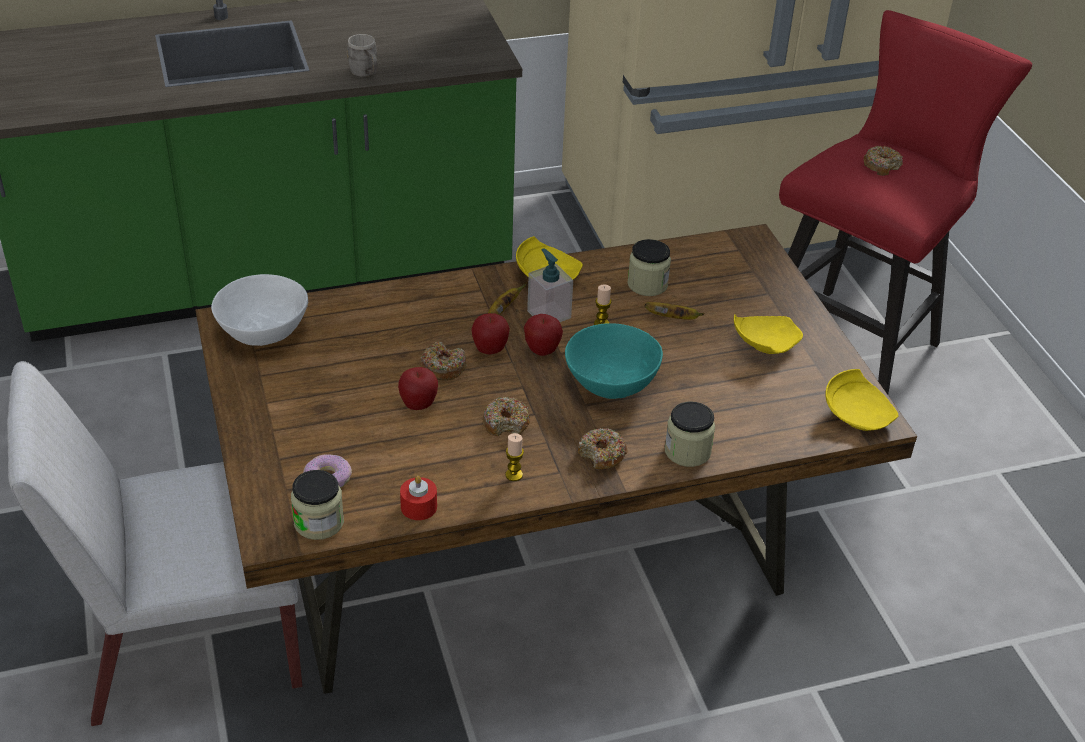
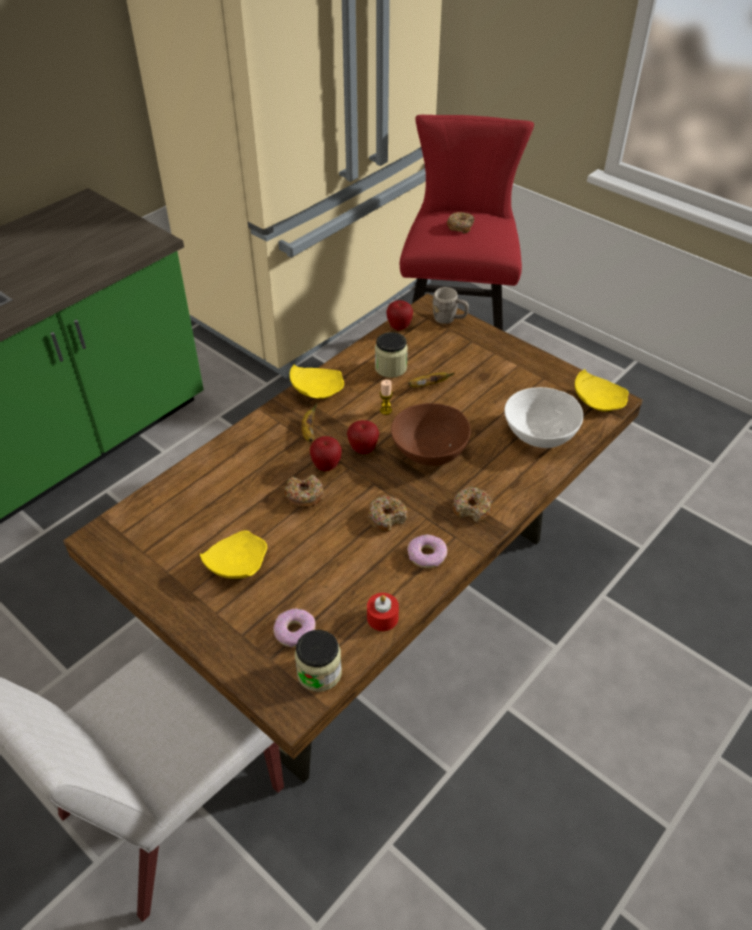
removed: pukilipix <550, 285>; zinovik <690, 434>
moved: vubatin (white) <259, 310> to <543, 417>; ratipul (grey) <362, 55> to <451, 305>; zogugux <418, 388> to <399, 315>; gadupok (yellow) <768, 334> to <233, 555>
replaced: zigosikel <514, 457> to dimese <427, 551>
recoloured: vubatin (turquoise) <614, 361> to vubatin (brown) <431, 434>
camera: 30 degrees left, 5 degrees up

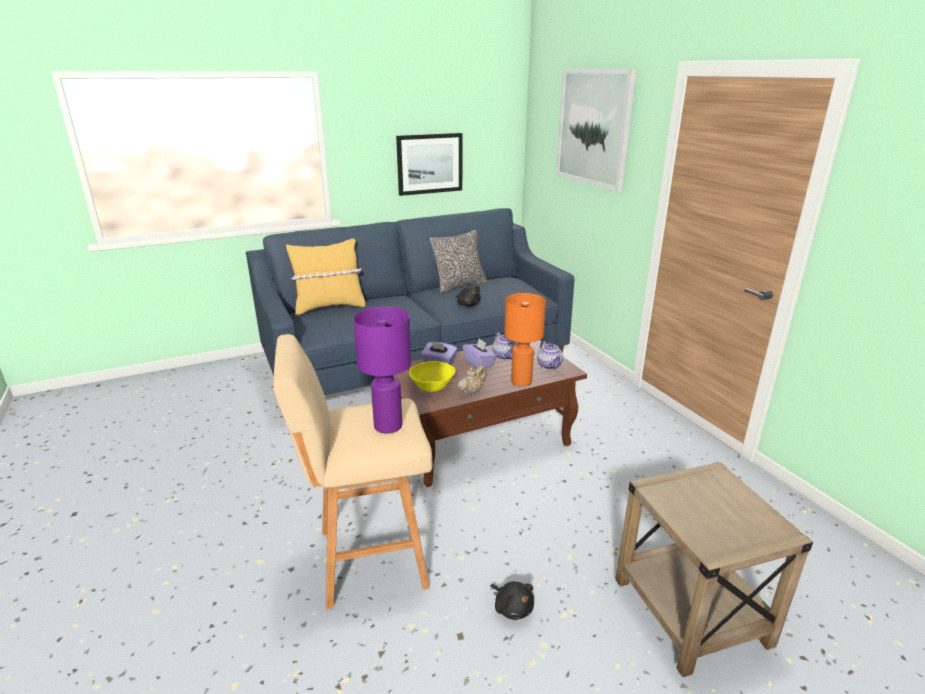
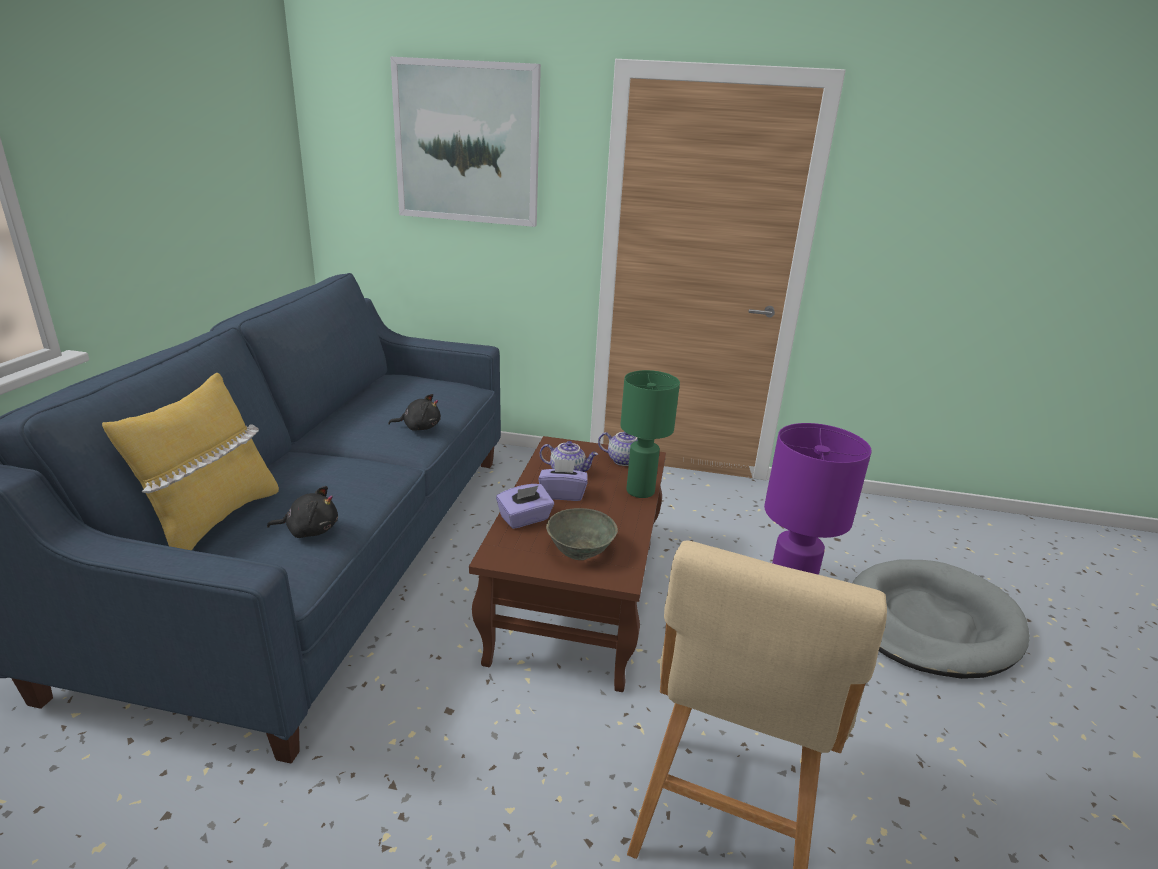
removed: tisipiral <429, 164>; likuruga <458, 262>; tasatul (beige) <472, 380>
moved: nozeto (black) <512, 600> to <302, 512>
replaced: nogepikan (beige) <714, 569> to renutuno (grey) <941, 619>
recoloured: vubatin (yellow) <432, 376> to vubatin (grey) <582, 534>; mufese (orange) <525, 340> to mufese (green) <650, 434>
camera: 55 degrees left, 0 degrees up

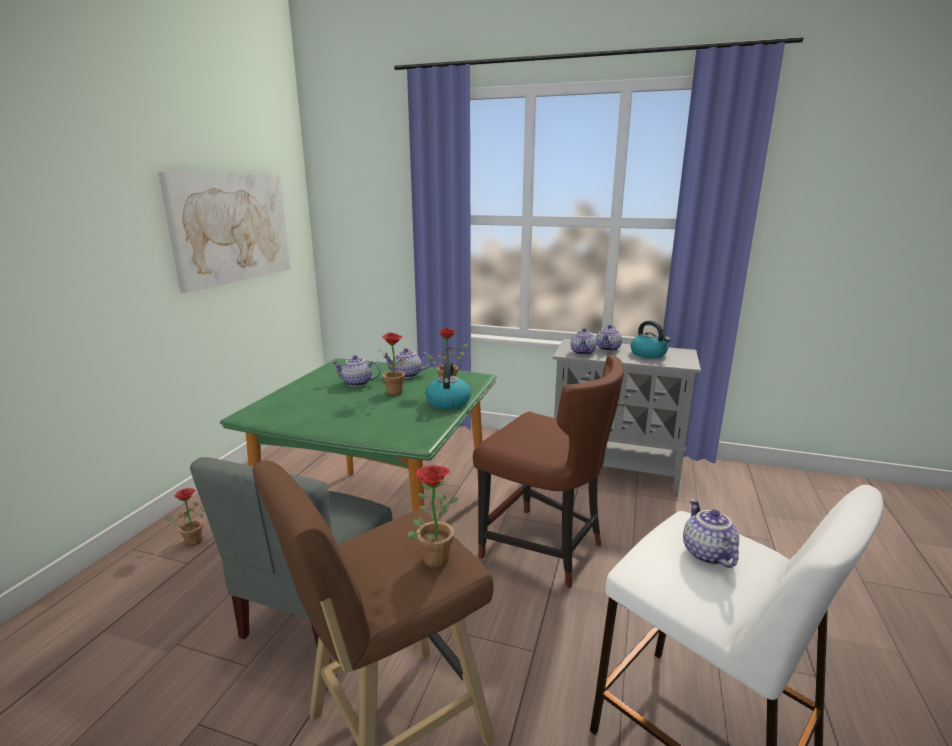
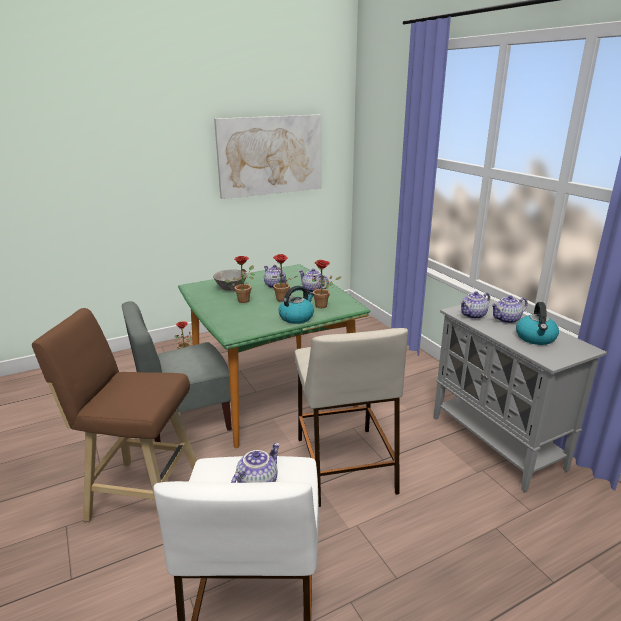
added: vubatin (grey) <230, 280>
moved: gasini <433, 516> to <239, 279>
replaced: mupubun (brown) <548, 471> to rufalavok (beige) <351, 417>
camera: 45 degrees right, 5 degrees up

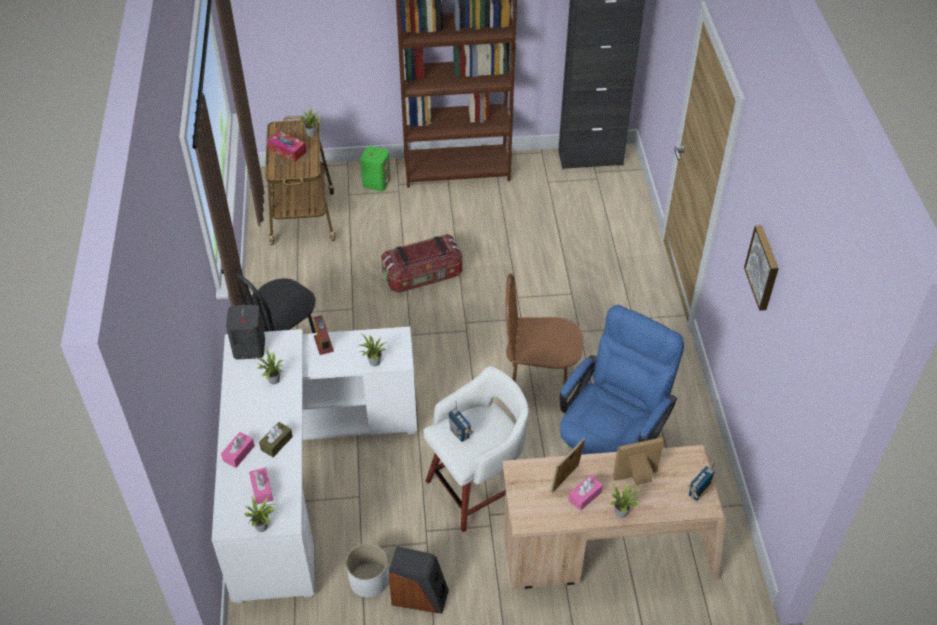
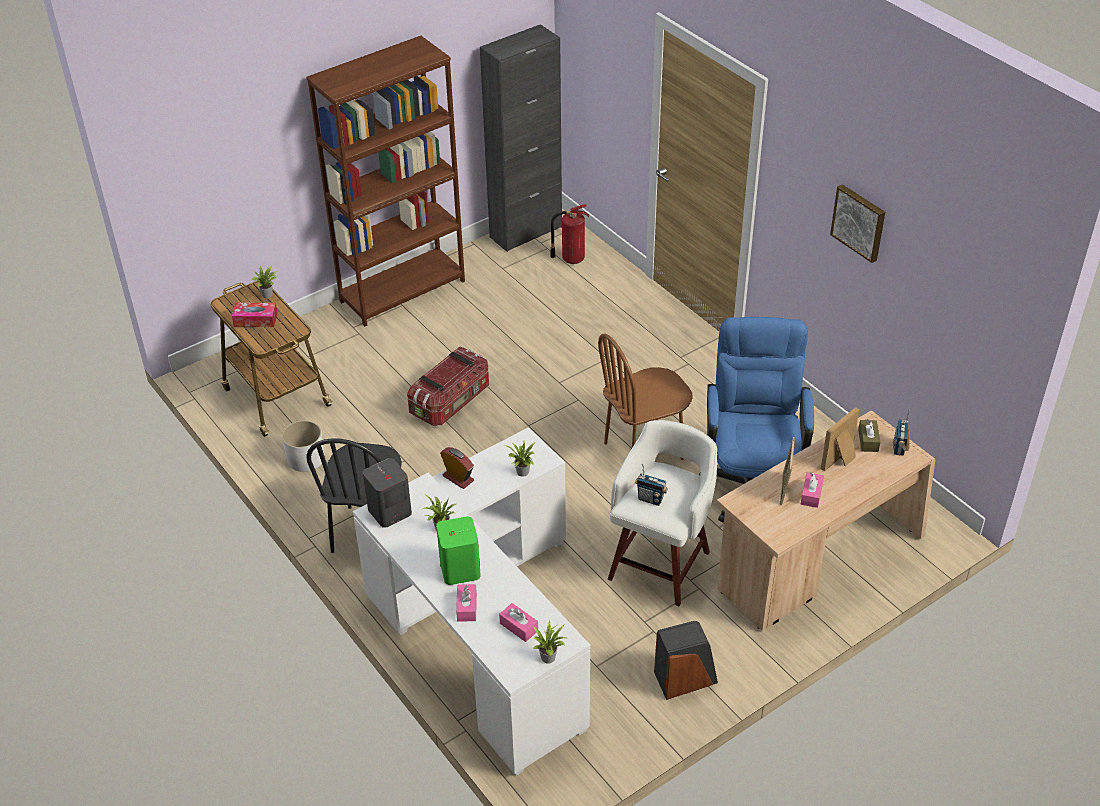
removed: gasini <625, 500>
added: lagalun <569, 234>
moved: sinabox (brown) <276, 439> to <869, 435>; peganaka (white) <367, 570> to <303, 446>; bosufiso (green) <375, 168> to <458, 550>
camera: 30 degrees left, 5 degrees down

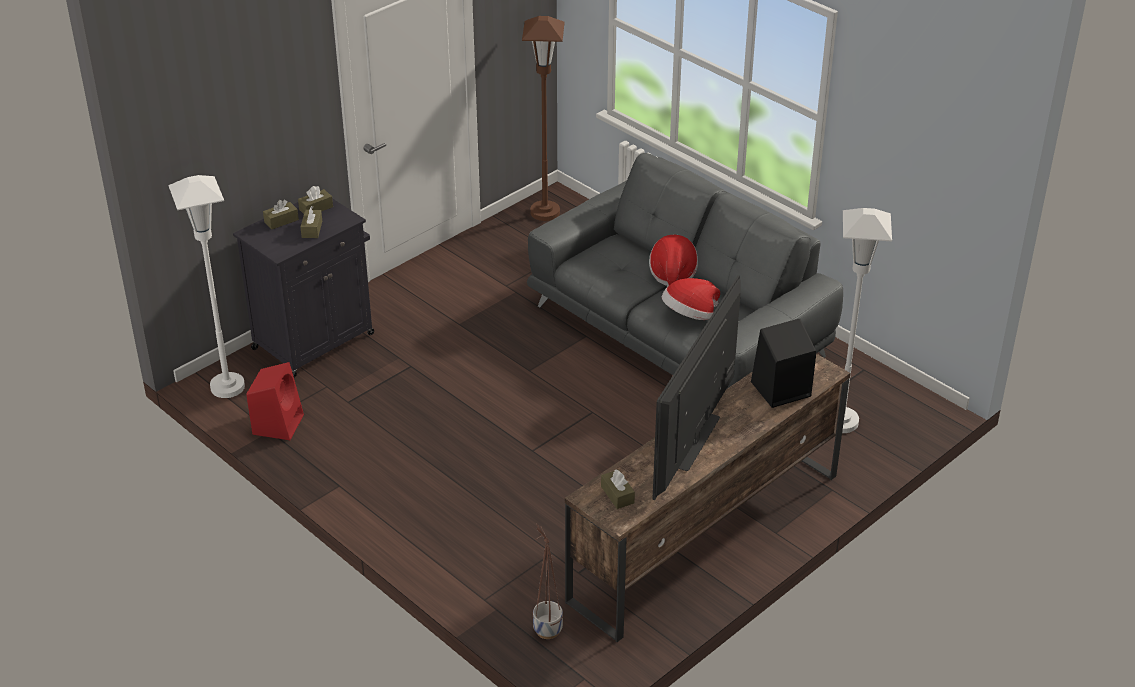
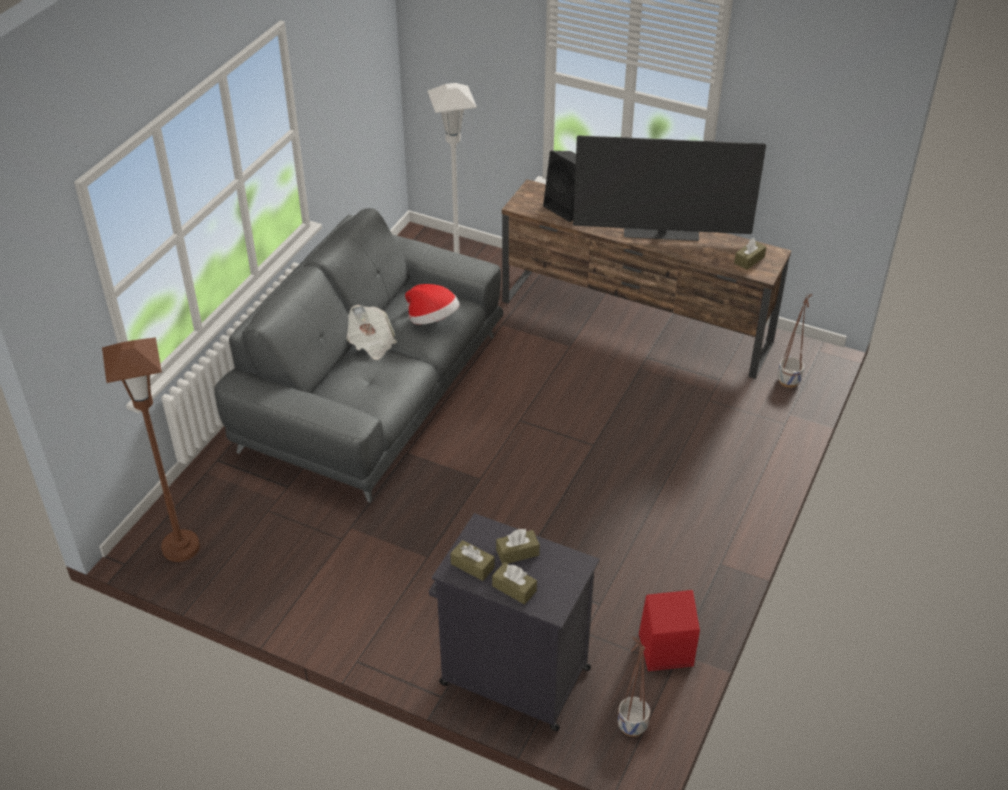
replaced: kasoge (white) <207, 286> to peganaka <634, 687>; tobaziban <673, 261> to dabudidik <372, 332>
camera: 110 degrees left, 5 degrees up

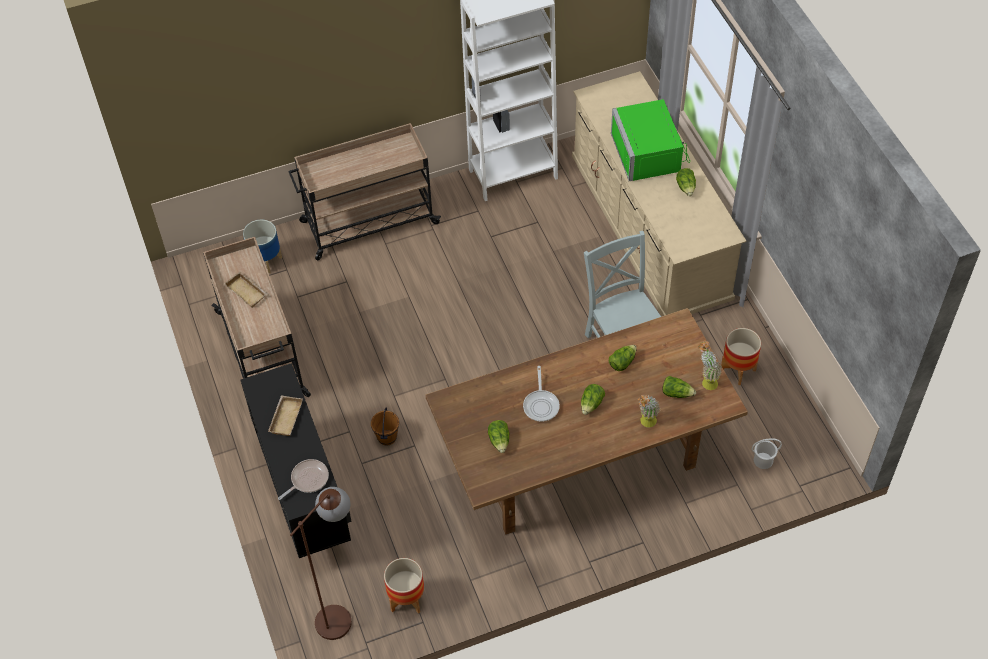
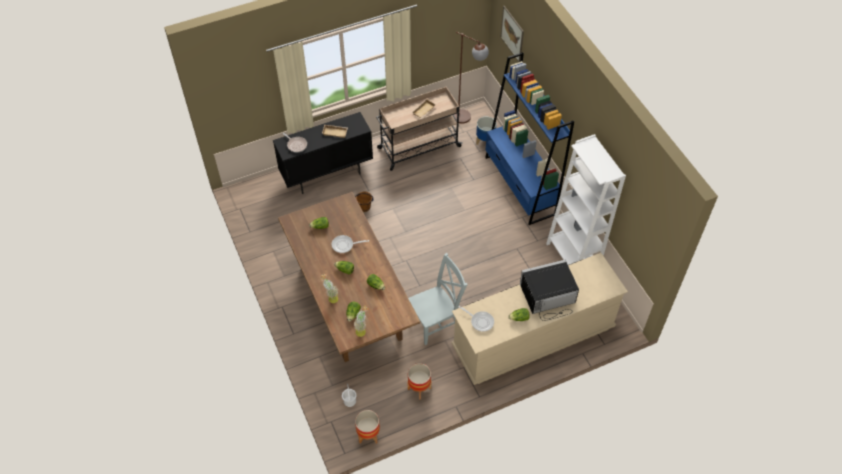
added: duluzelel <476, 319>; tisipiral <512, 34>
moved: kasoge (brown) <321, 563> to <471, 78>; peganaka <404, 586> to <367, 427>
replaced: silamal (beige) <364, 192> to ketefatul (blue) <529, 138>
recoloured: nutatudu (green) <650, 140> to nutatudu (black) <549, 290>
camera: 85 degrees right, 0 degrees up

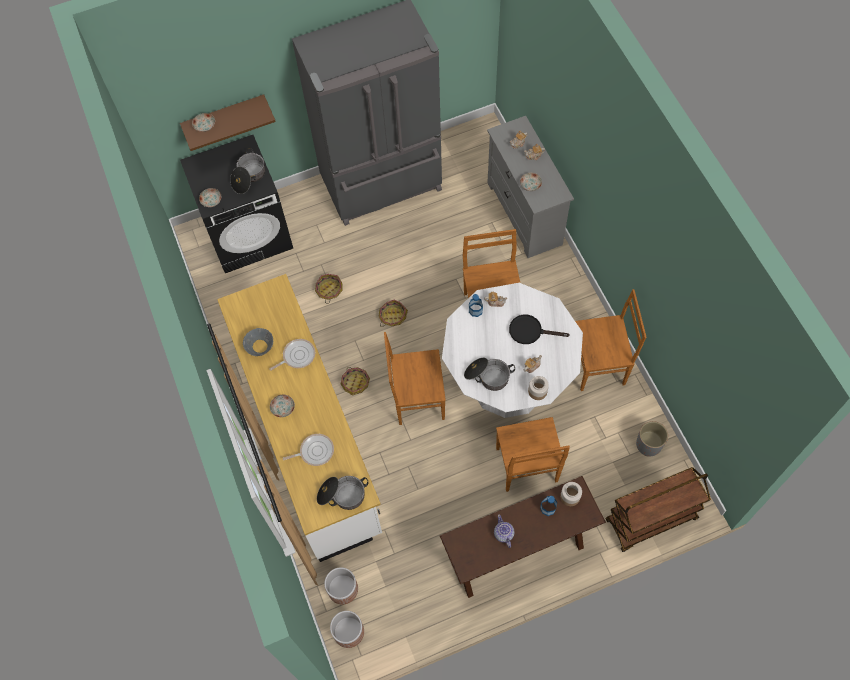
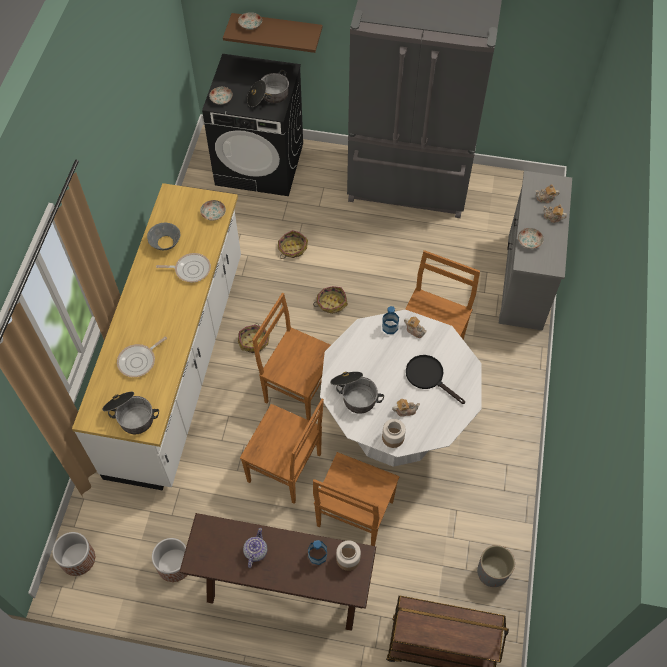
moved: gadupok <282, 406> to <213, 210>; peganaka <341, 586> to <169, 560>; mupubun (brown) <610, 340> to <282, 451>
turned: duluzelel <308, 450> = <142, 357> 120 degrees clockwise
camera: 30 degrees right, 5 degrees down

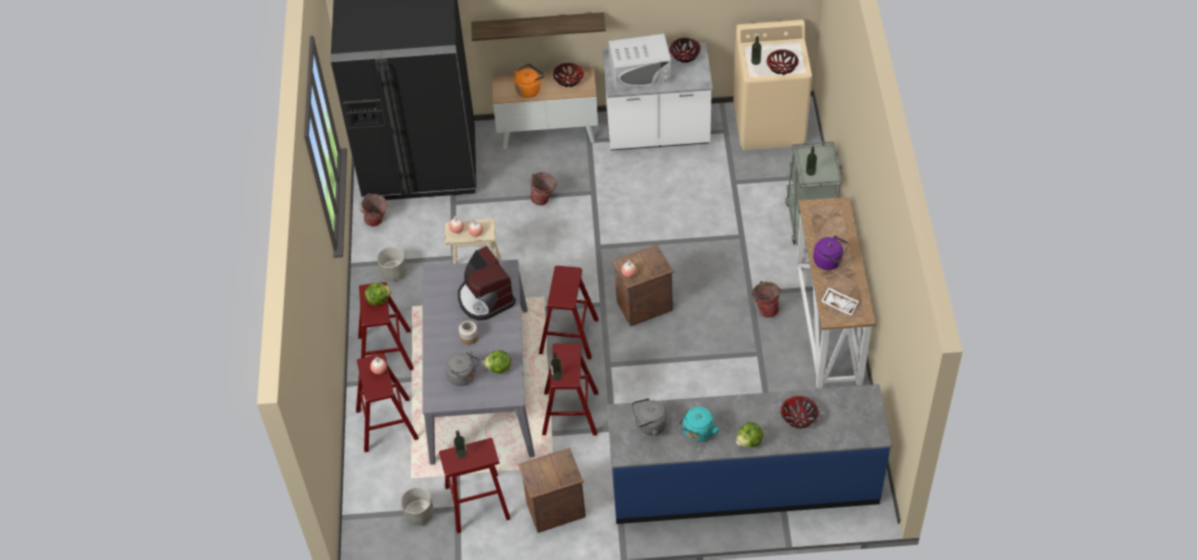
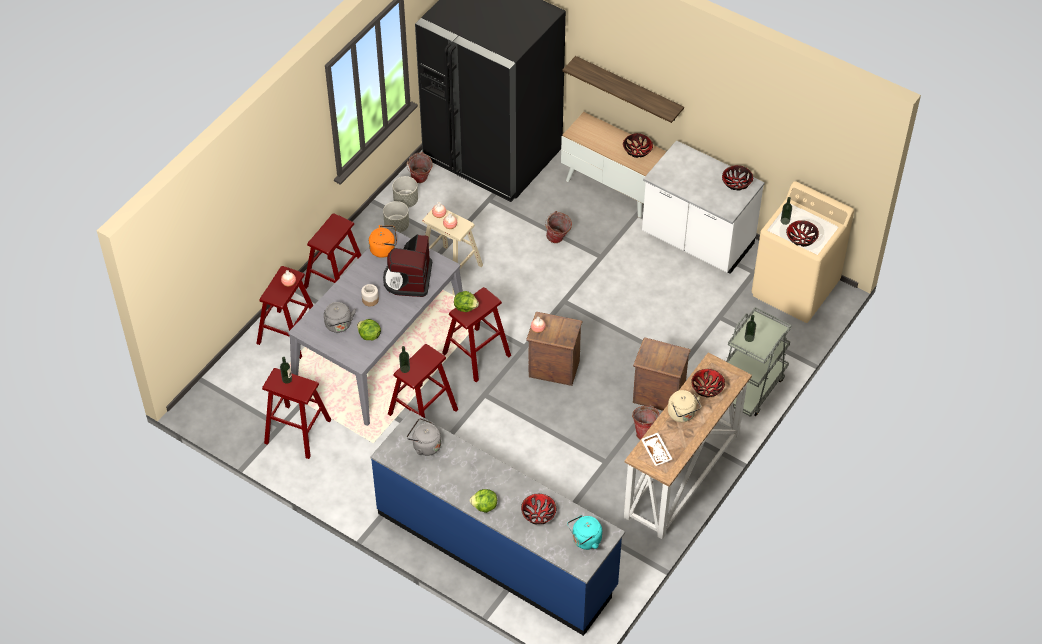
removed: nutatudu (white) <639, 62>
added: vubatin <708, 383>
moved: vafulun <378, 294> to <466, 301>; peganaka (grey) <417, 506> to <405, 192>; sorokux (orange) <529, 81> to <383, 241>; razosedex <552, 490> to <662, 374>; sorokux (turquoise) <699, 424> to <584, 532>
recoloured: sorokux (purple) <830, 252> to sorokux (beige) <685, 406>
camera: 35 degrees right, 0 degrees up

